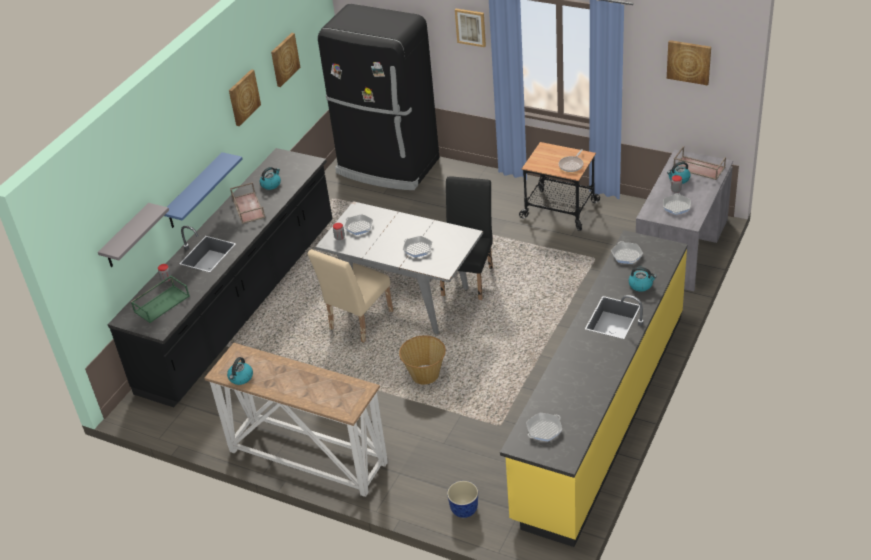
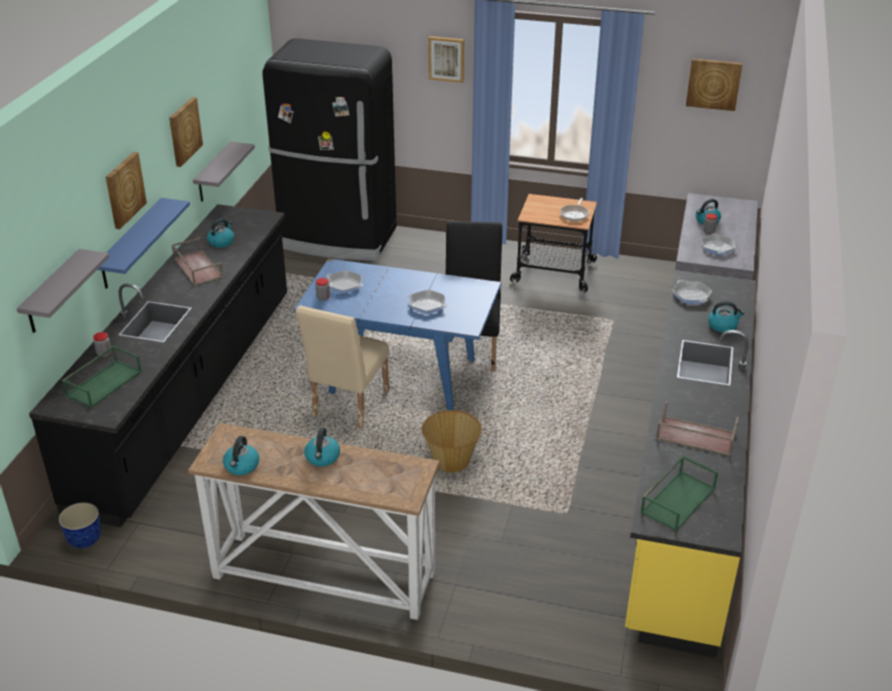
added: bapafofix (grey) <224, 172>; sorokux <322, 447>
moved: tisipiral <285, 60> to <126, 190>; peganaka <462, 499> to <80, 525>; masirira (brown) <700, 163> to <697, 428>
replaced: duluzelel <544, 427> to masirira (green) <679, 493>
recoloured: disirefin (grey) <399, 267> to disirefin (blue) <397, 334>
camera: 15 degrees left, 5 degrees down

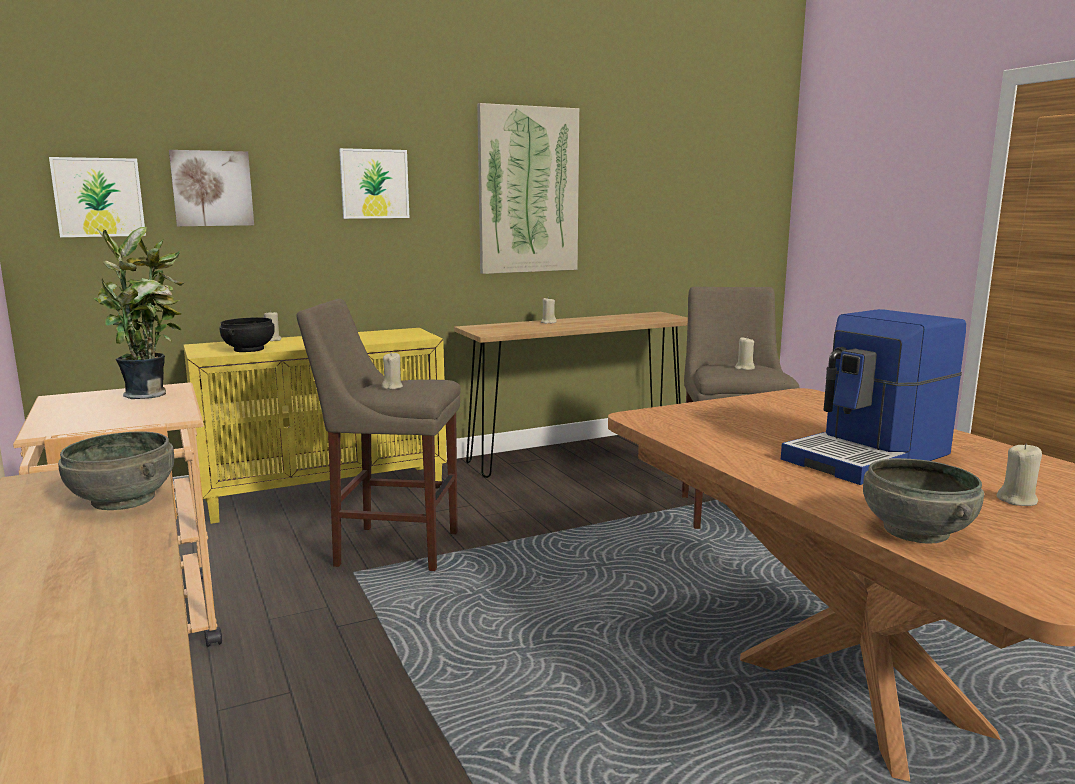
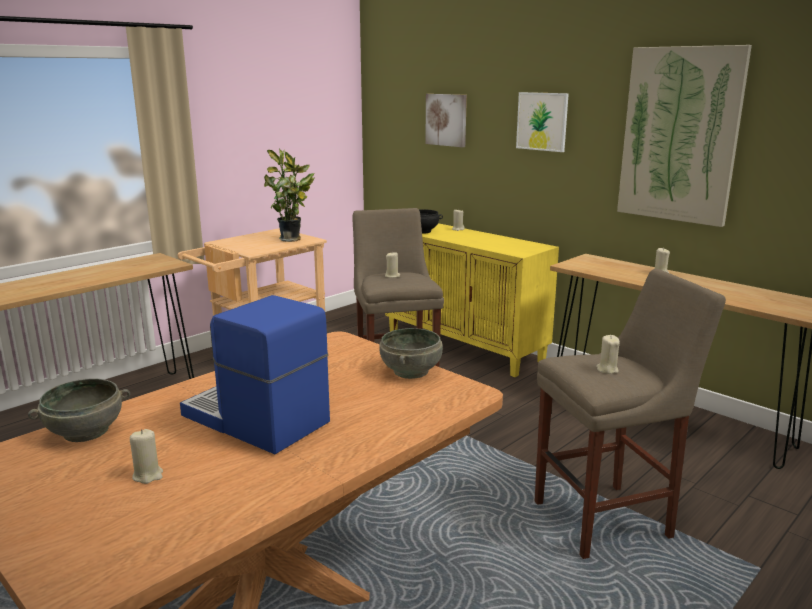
removed: tisipiral <97, 197>
moved: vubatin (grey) <116, 470> to <411, 353>
camera: 70 degrees right, 5 degrees up

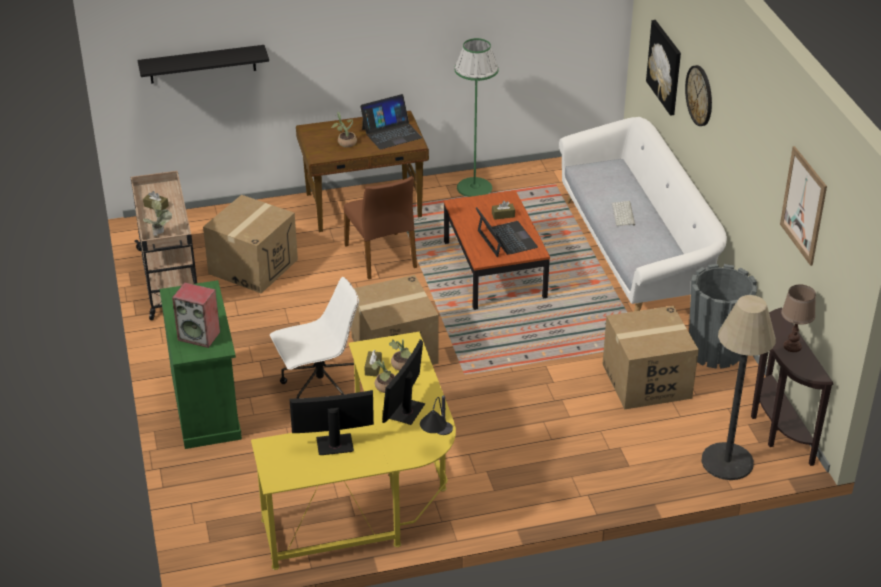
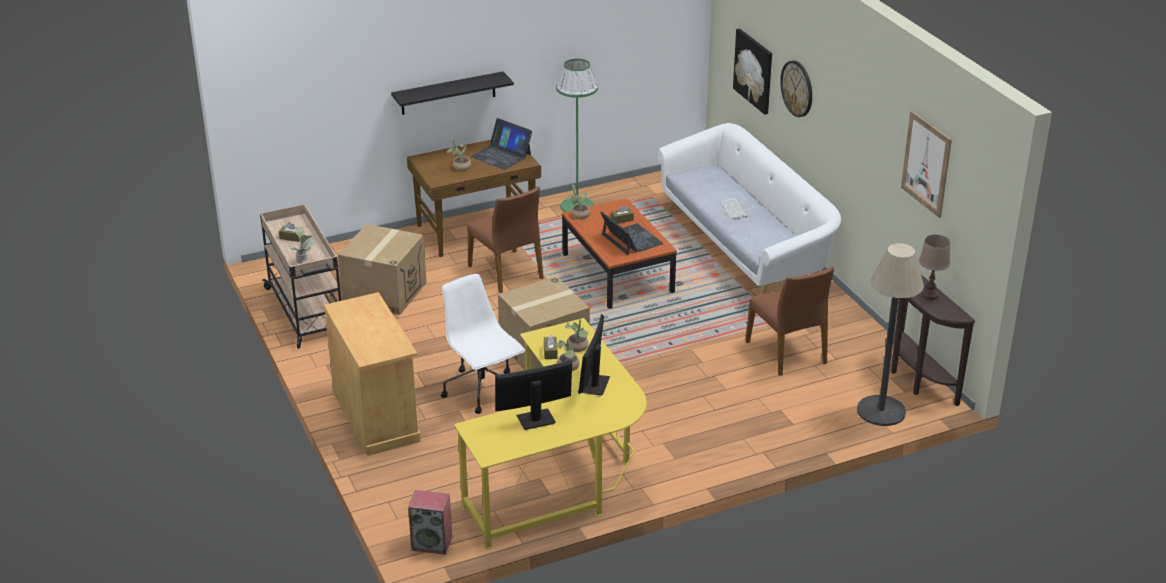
removed: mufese <436, 415>; peganaka (grey) <723, 316>
added: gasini <577, 201>
moved: bapafofix (black) <203, 64> to <452, 93>; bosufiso <196, 315> to <430, 522>
replaced: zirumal <650, 358> to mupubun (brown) <789, 321>
recoloured: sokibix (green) <201, 364> to sokibix (beige) <372, 374>
turned: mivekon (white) <314, 337> = <483, 344> 90 degrees counterclockwise; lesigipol <391, 122> = <501, 144> 75 degrees clockwise
camera: 10 degrees left, 5 degrees down

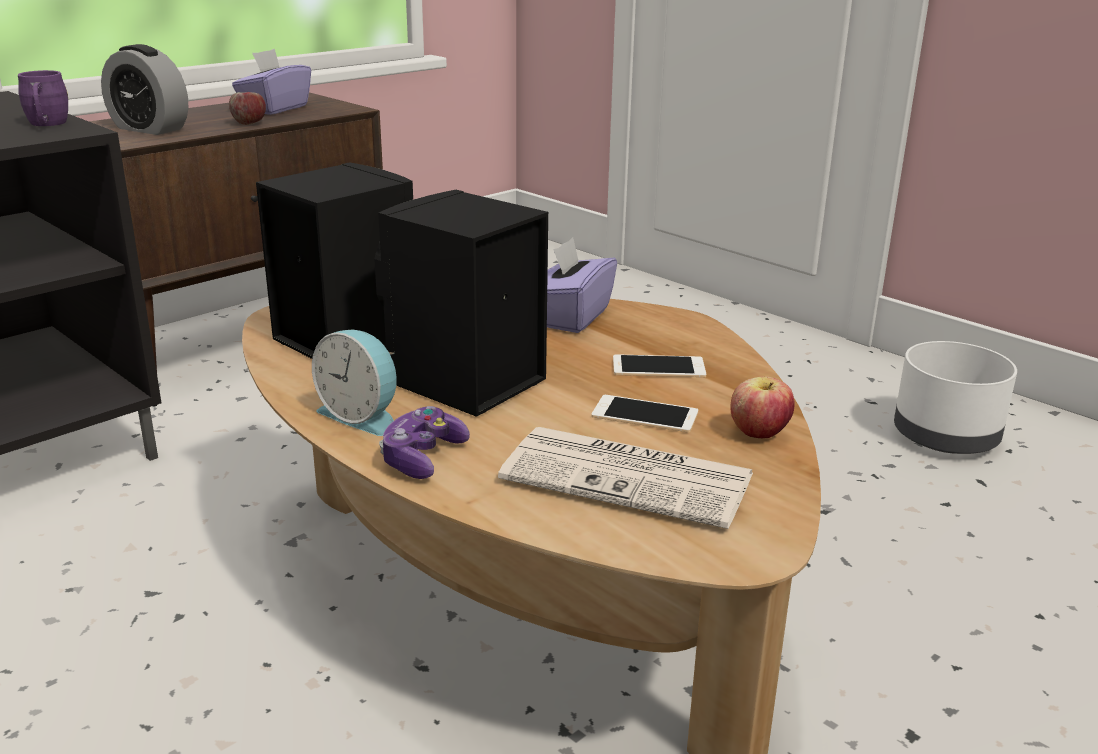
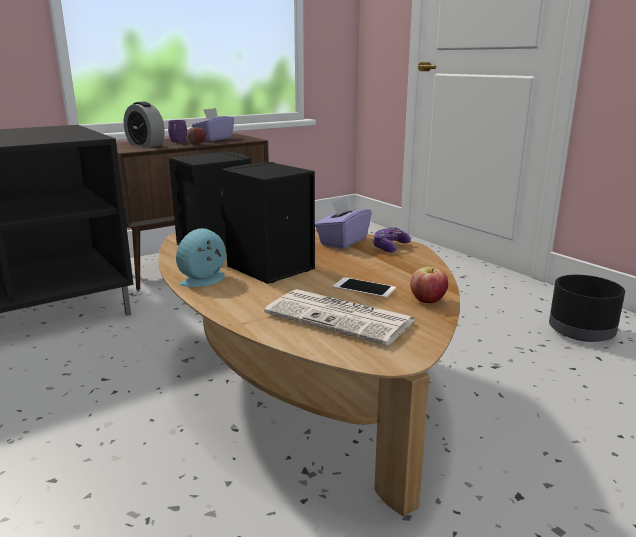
removed: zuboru <659, 366>
moved: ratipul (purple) <43, 98> to <177, 131>; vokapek <424, 442> to <391, 239>
recoloured: peganaka (white) <955, 397> to peganaka (black) <587, 308>
turned: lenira <354, 383> = <201, 257> 90 degrees clockwise
camera: 10 degrees right, 5 degrees down

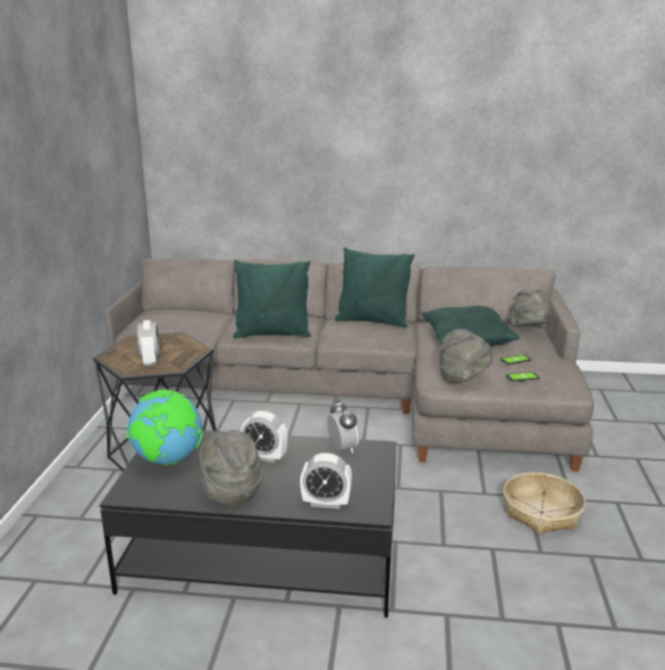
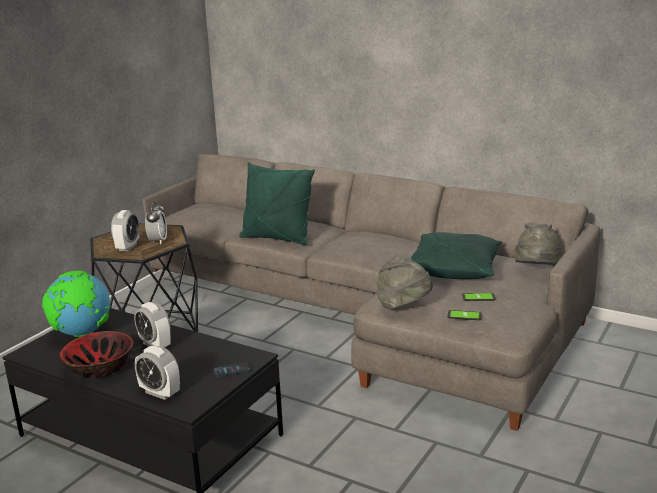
removed: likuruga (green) <375, 287>; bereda <544, 503>
added: zuboru <232, 369>
moved: lenira <342, 426> to <156, 223>
replaced: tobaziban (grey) <230, 468> to vubatin <96, 354>
camera: 25 degrees right, 0 degrees up

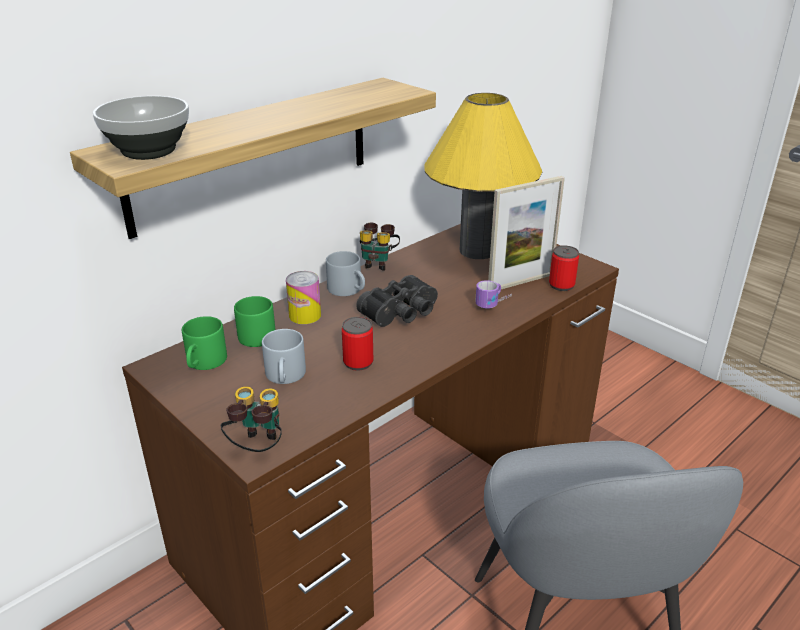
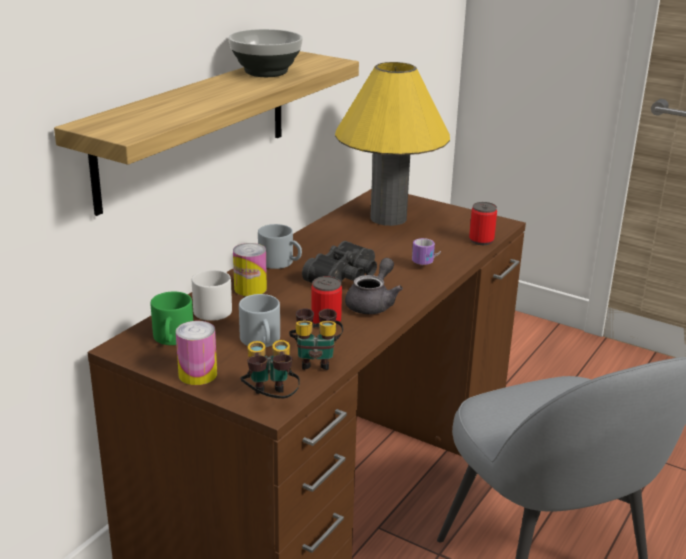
removed: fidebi <526, 232>
added: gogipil <196, 353>; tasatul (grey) <374, 286>
moved: vubatin <141, 128> to <265, 53>; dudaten <380, 247> to <316, 339>
recoloured: ratipul (green) <254, 321> to ratipul (white) <212, 295>
camera: 15 degrees left, 5 degrees down

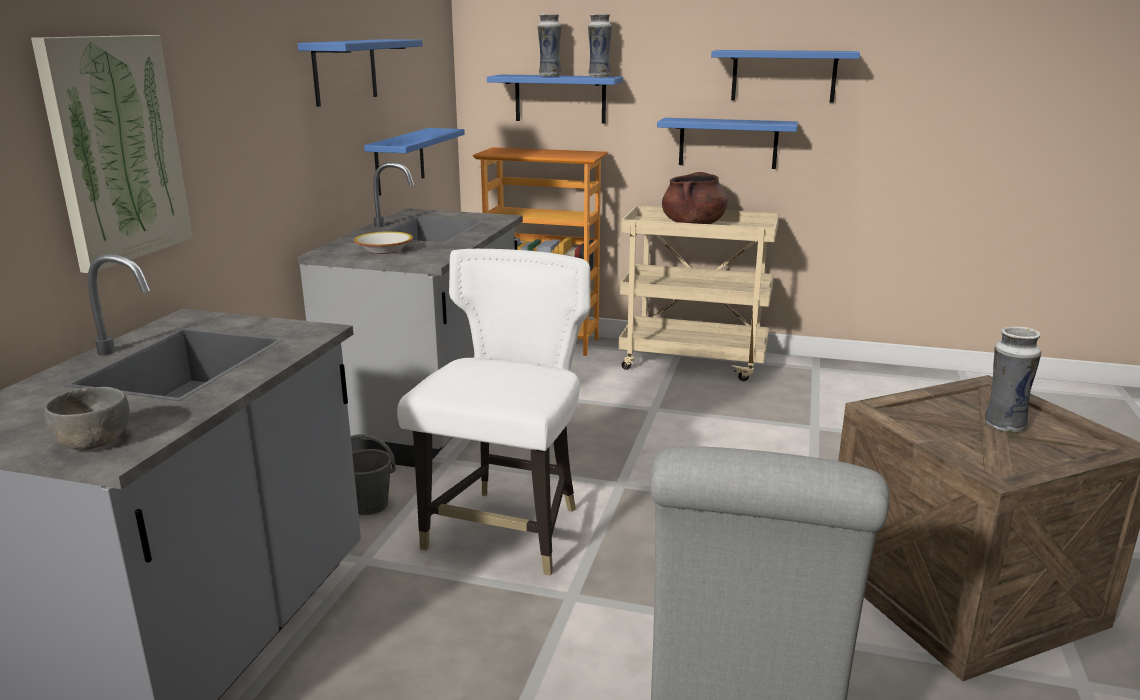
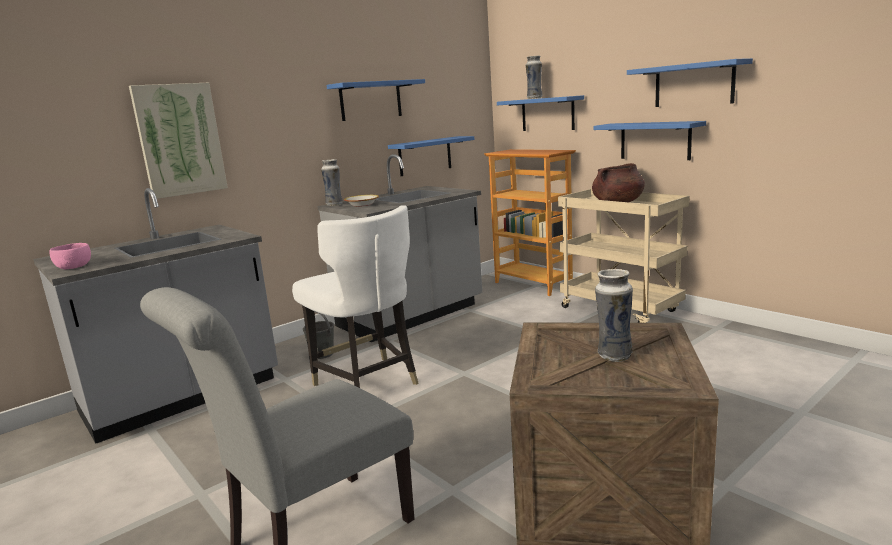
moved: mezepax <600, 45> to <332, 182>
recoloured: vubatin (grey) <86, 418> to vubatin (pink) <70, 256>
turned: mupubun (white) <493, 412> = <355, 296> 90 degrees clockwise
camera: 35 degrees right, 5 degrees down

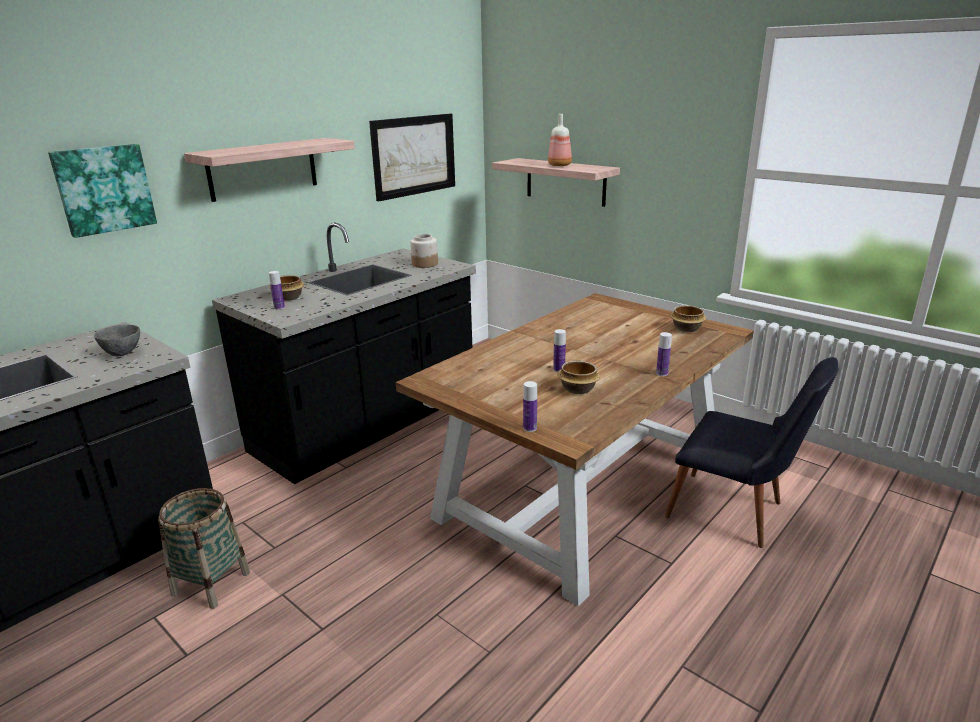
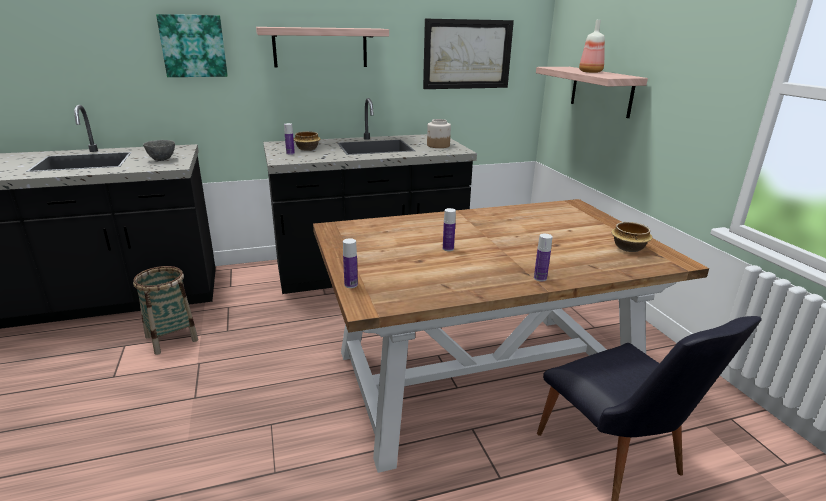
removed: vubatin <579, 377>
camera: 30 degrees right, 0 degrees up

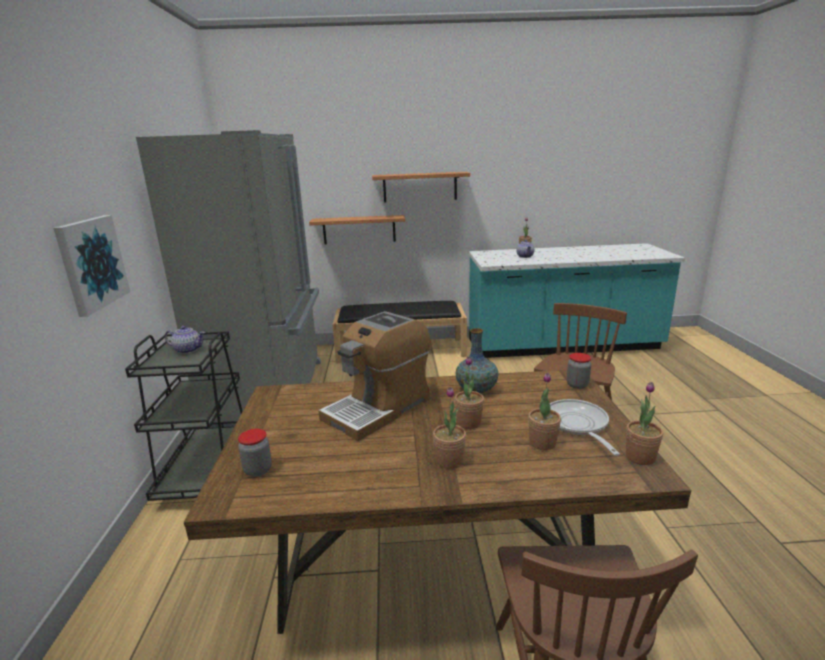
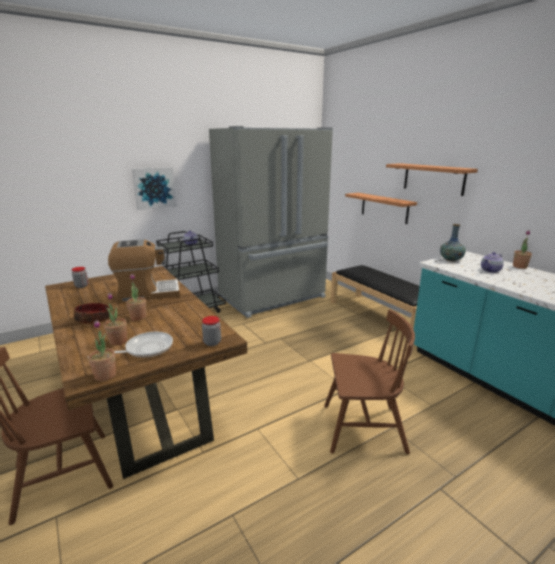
moved: mezepax <477, 360> to <453, 243>
replaced: gasini <449, 428> to vubatin <92, 313>
turned: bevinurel <374, 376> = <144, 271> 150 degrees clockwise
camera: 60 degrees right, 0 degrees up

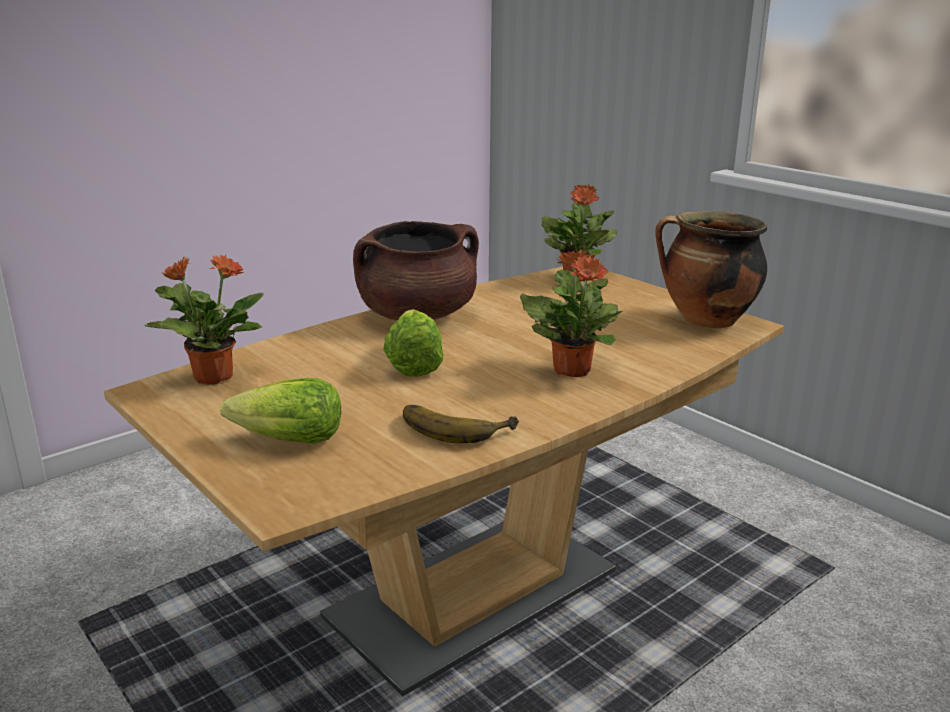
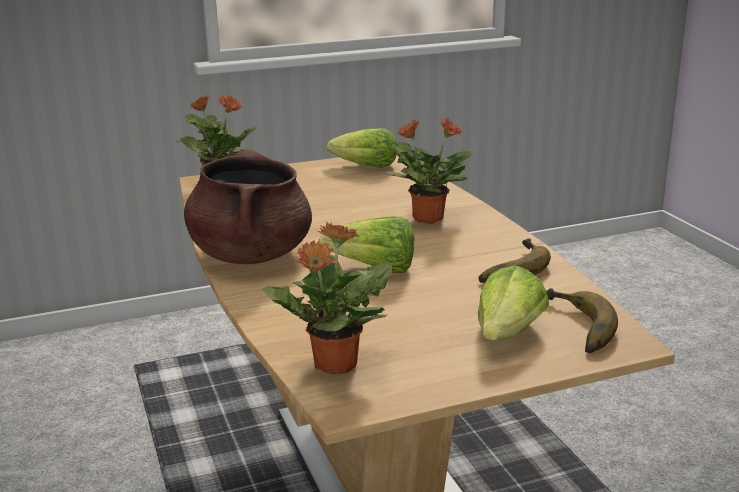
added: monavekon <582, 320>
replaced: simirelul <711, 269> to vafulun <362, 148>
camera: 70 degrees left, 0 degrees up

